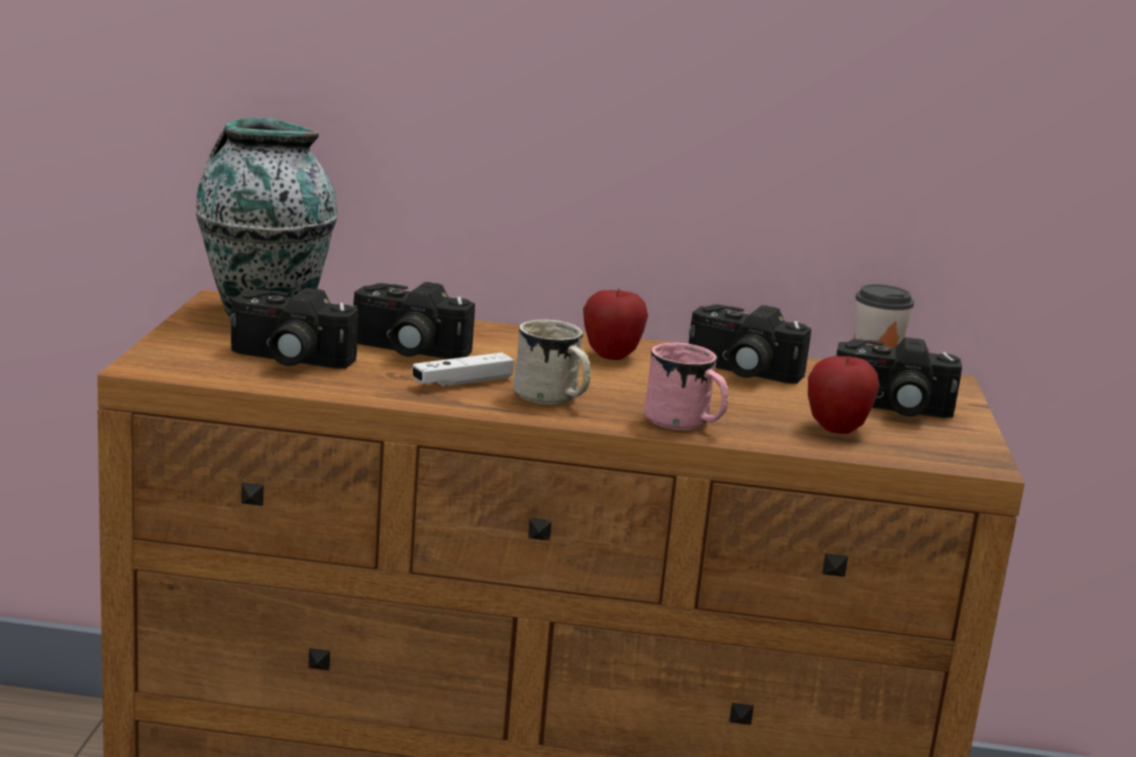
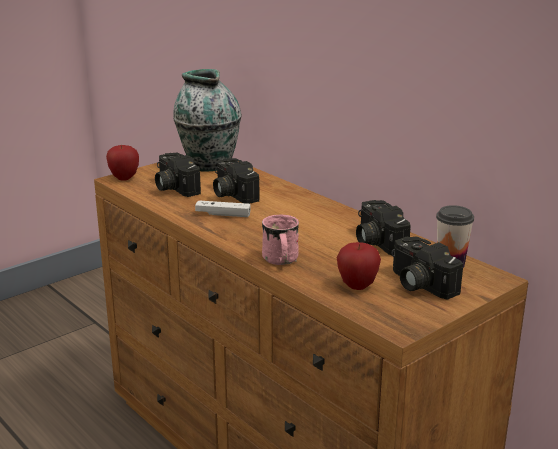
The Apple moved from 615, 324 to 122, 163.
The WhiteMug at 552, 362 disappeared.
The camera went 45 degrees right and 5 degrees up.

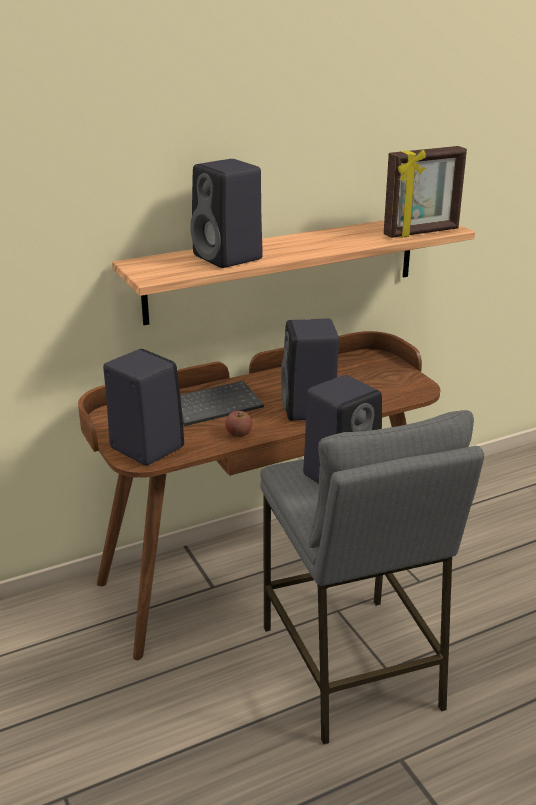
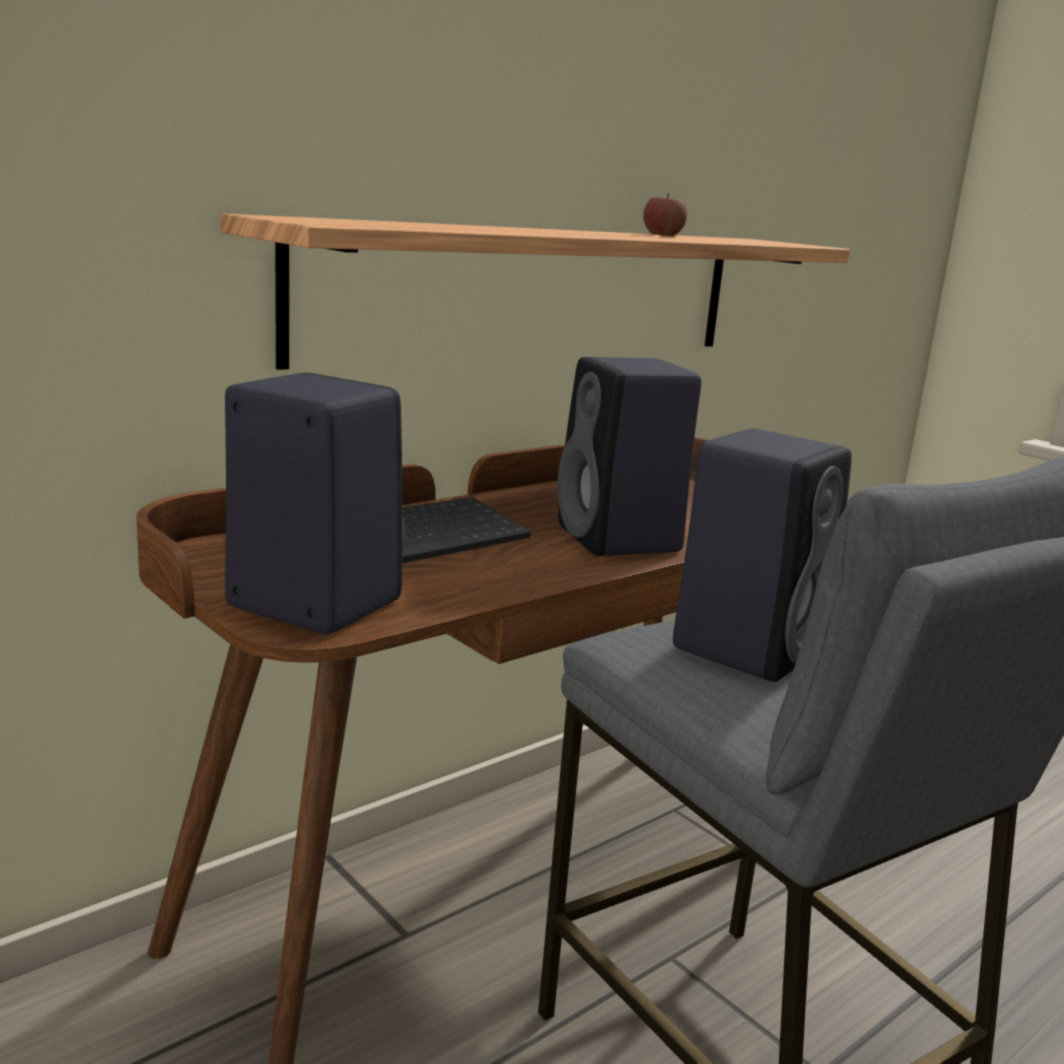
The PictureFrame at 425, 192 disappeared.
The BlackSpeaker at 226, 213 disappeared.
The Apple moved from 238, 424 to 665, 214.
The camera went 15 degrees left and 10 degrees down.

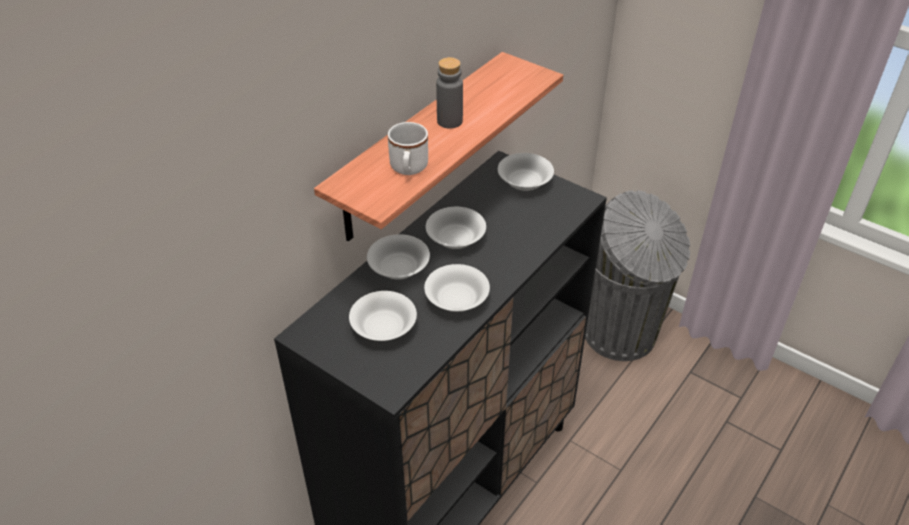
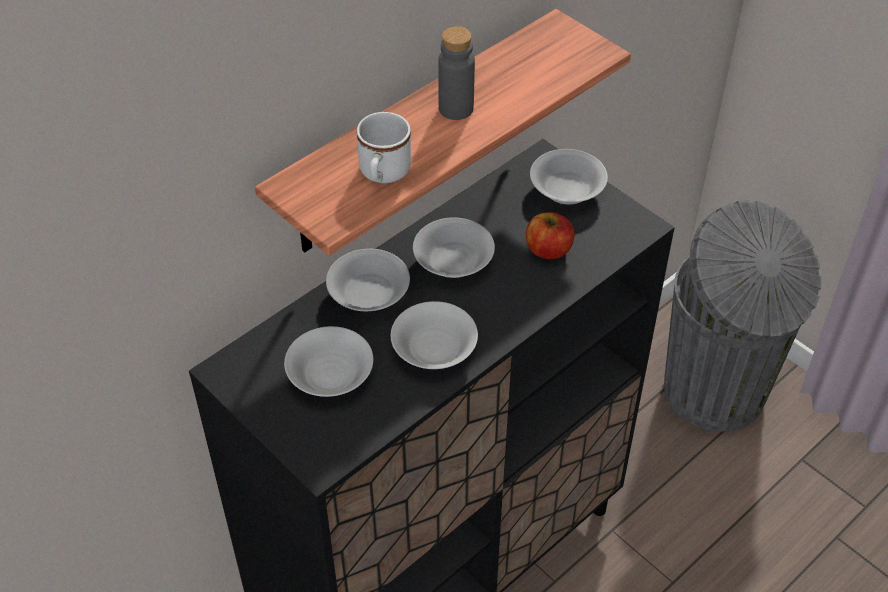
The Apple at 550, 235 appeared.
The camera went 10 degrees right and 5 degrees up.

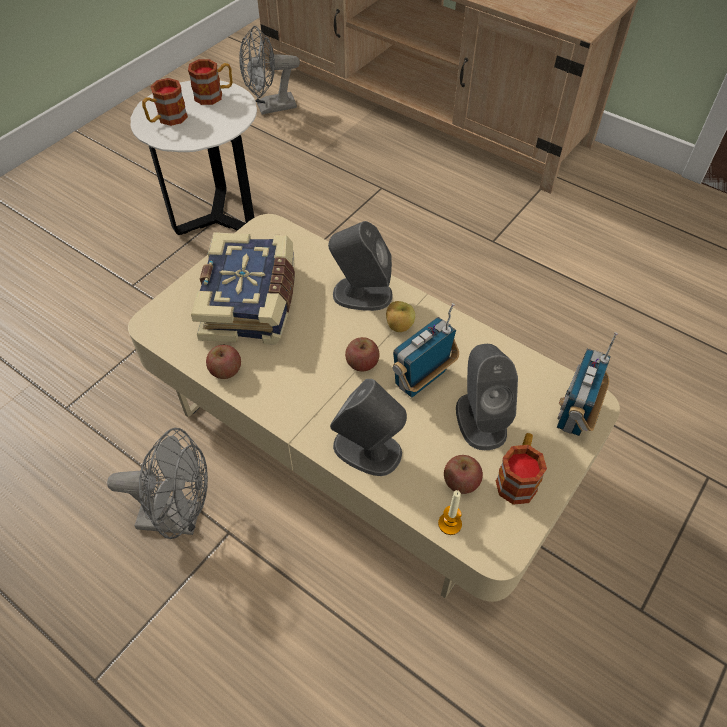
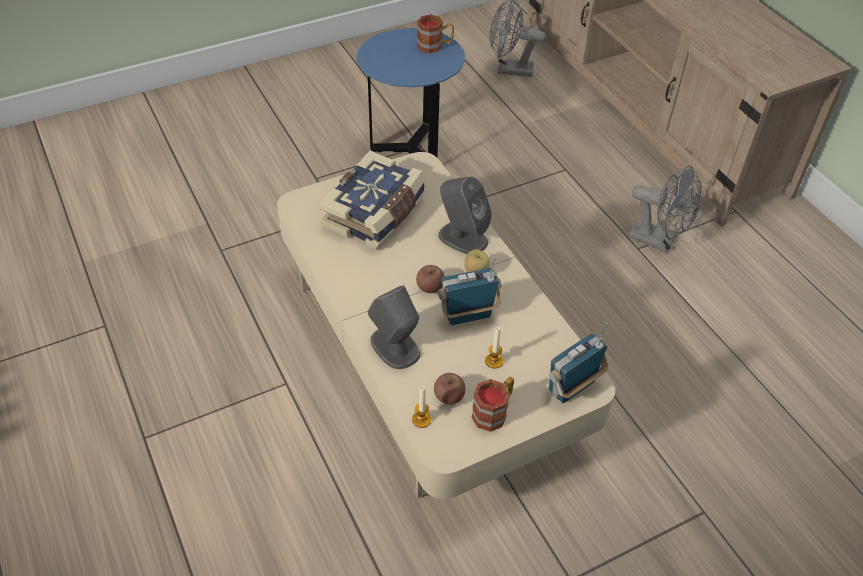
The Mug at 165, 102 disappeared.
The WhiteSideTable at 193, 158 became the BlueSideTable at 411, 92.
The GreySpeaker at 487, 397 was replaced by the Candle at 494, 348.
The Apple at 223, 362 disappeared.
The GreyFan moved from 157, 483 to 665, 209.
The camera went 25 degrees right and 5 degrees down.

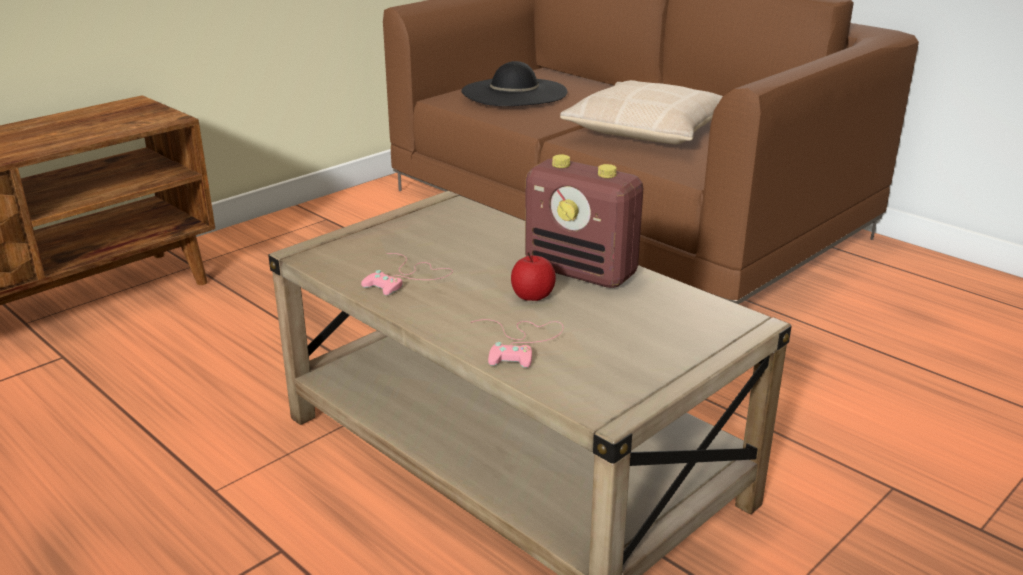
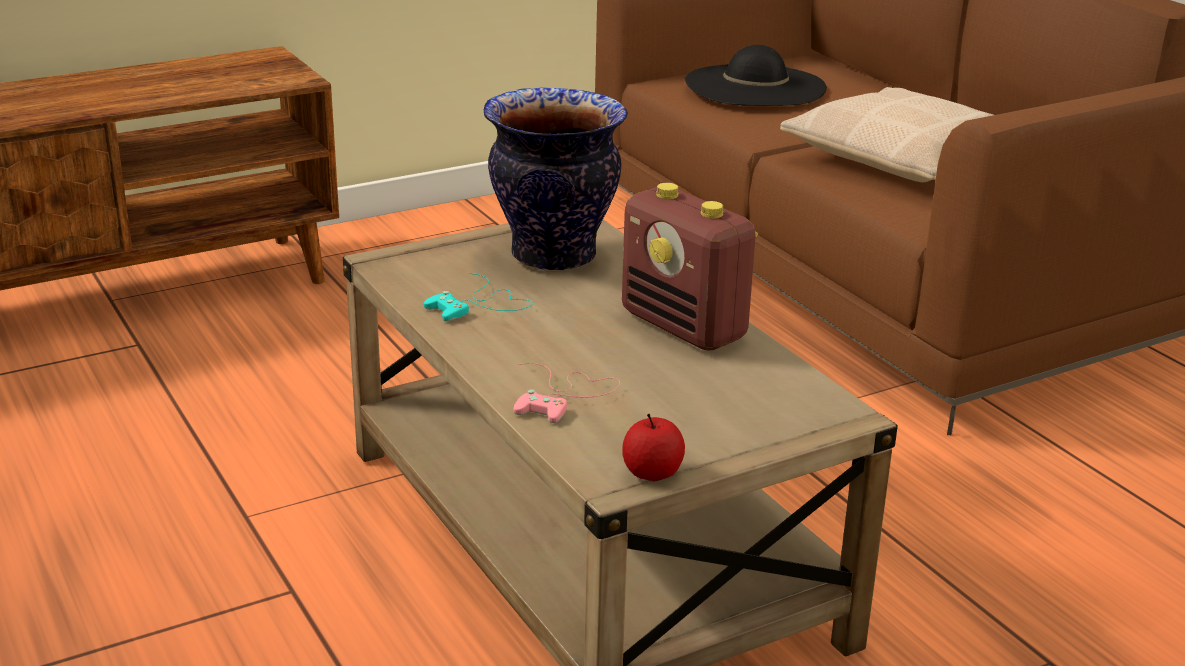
The Apple moved from 533, 276 to 653, 447.
The PinkGameController at 407, 274 became the TurquoiseGameController at 478, 297.
The Vase at 556, 179 appeared.
The camera went 15 degrees right and 0 degrees up.

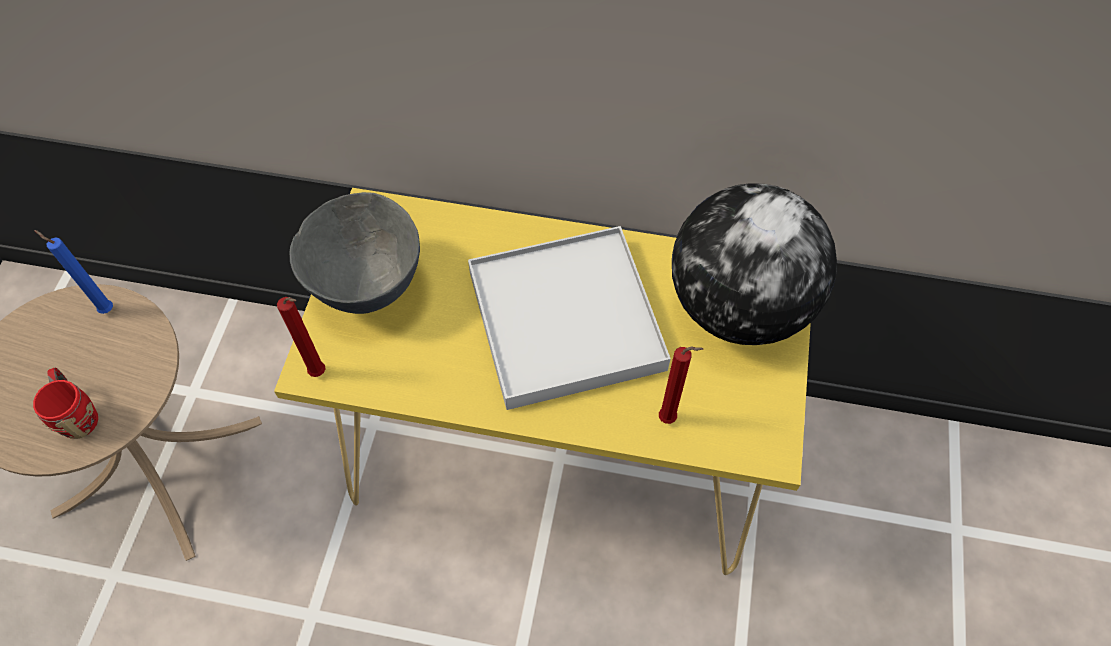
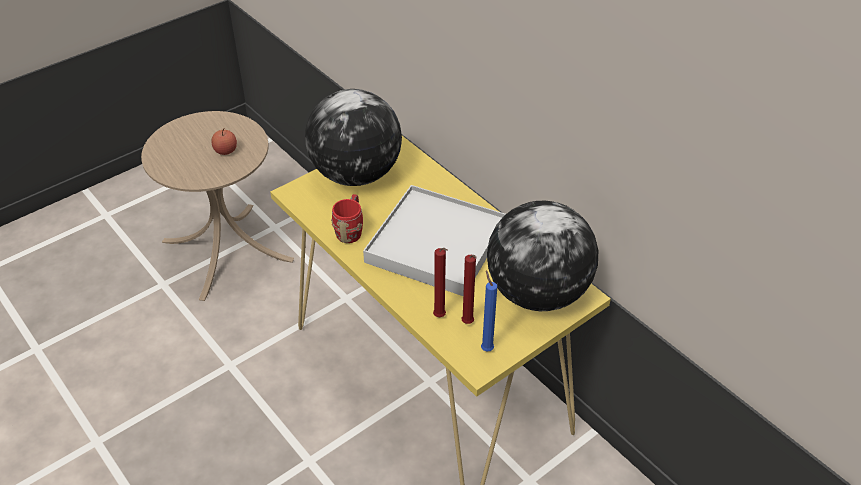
The GreyBowl at 355, 253 was replaced by the Globe at 353, 137.
The BlueCandle moved from 73, 272 to 489, 311.
The RedCandle moved from 301, 337 to 469, 289.
The RedMug moved from 65, 403 to 347, 218.
The Apple at 224, 141 appeared.
The camera went 40 degrees right and 15 degrees down.

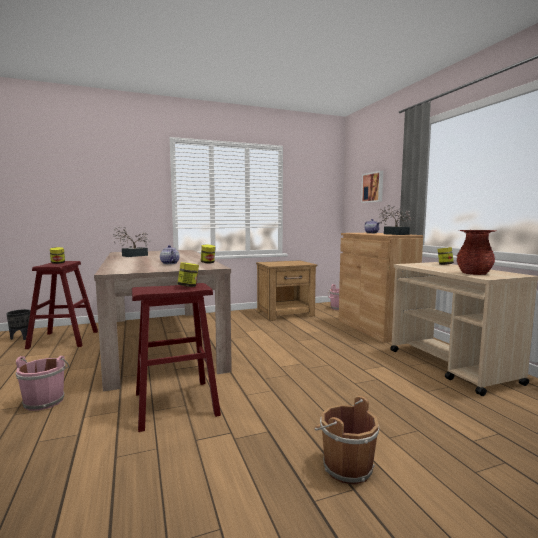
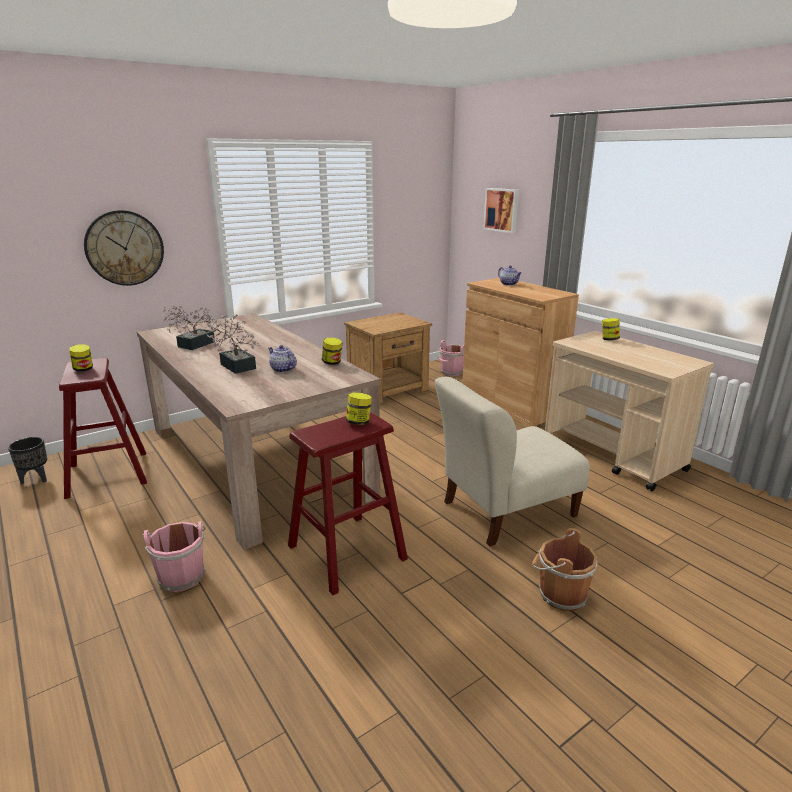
The PottedPlant moved from 396, 220 to 233, 344.
The RedVase at 476, 252 disappeared.
The WallClock at 124, 248 appeared.
The BeigeChair at 512, 461 appeared.
The camera went 15 degrees left and 15 degrees up.

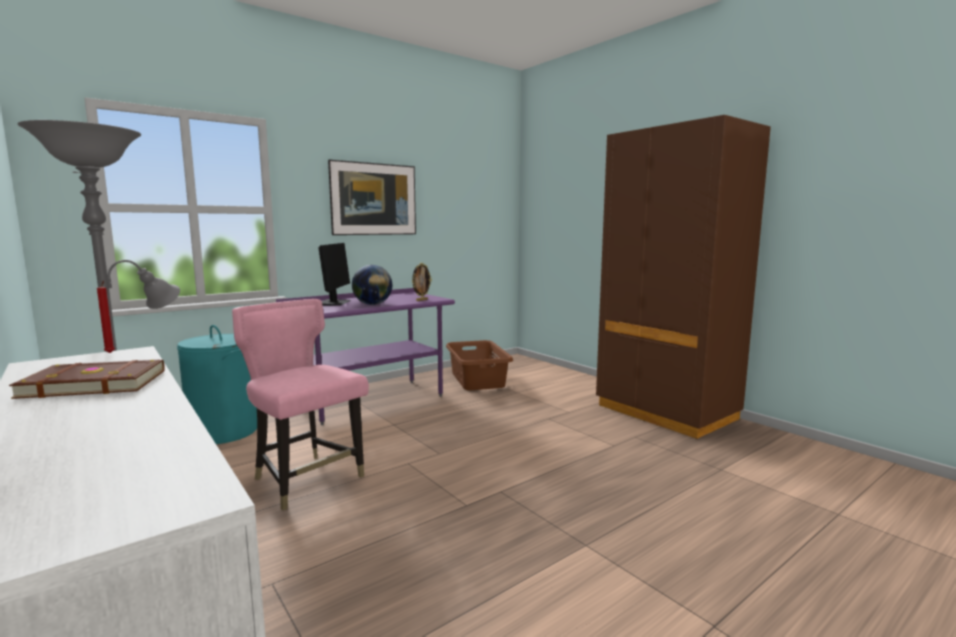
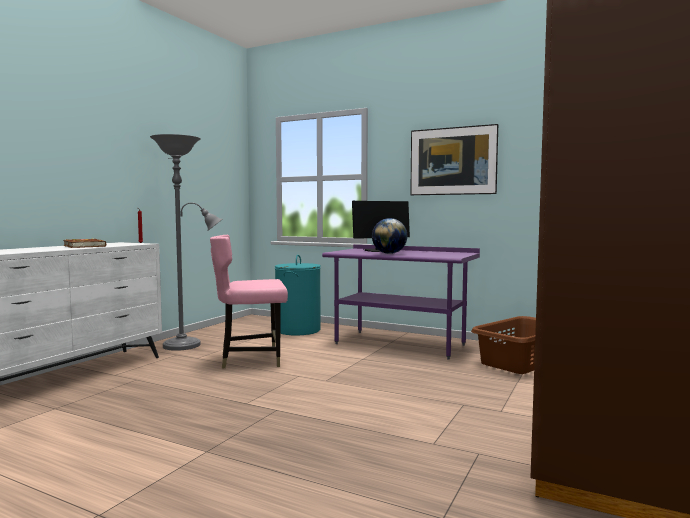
The PictureFrame at 422, 282 disappeared.
The PinkChair at 300, 404 turned 120 degrees counterclockwise.
The camera went 65 degrees right and 5 degrees down.

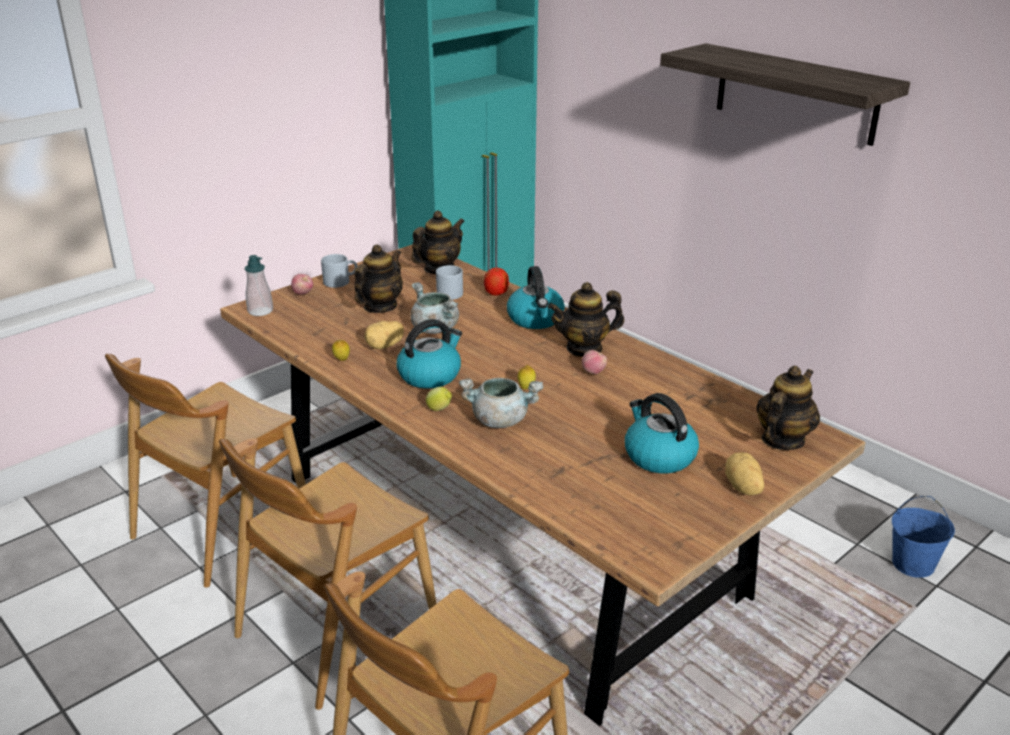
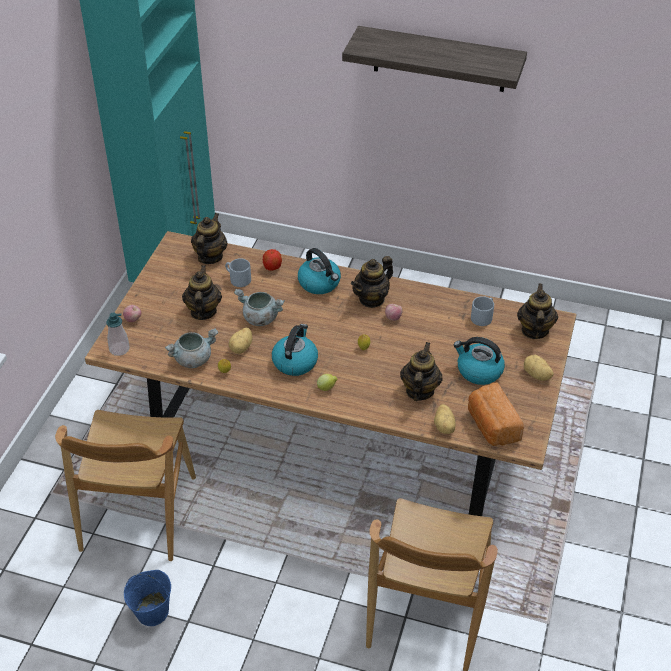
The GreyMug moved from 339, 271 to 482, 311.
The GreyCookingPot moved from 501, 403 to 191, 348.
The BrownChair at 327, 574 disappeared.
The BlueBucket moved from 923, 537 to 147, 598.
The Teapot at 421, 371 appeared.
The Bread at 496, 414 appeared.
The Potato at 444, 419 appeared.
The camera went 30 degrees left and 15 degrees up.

